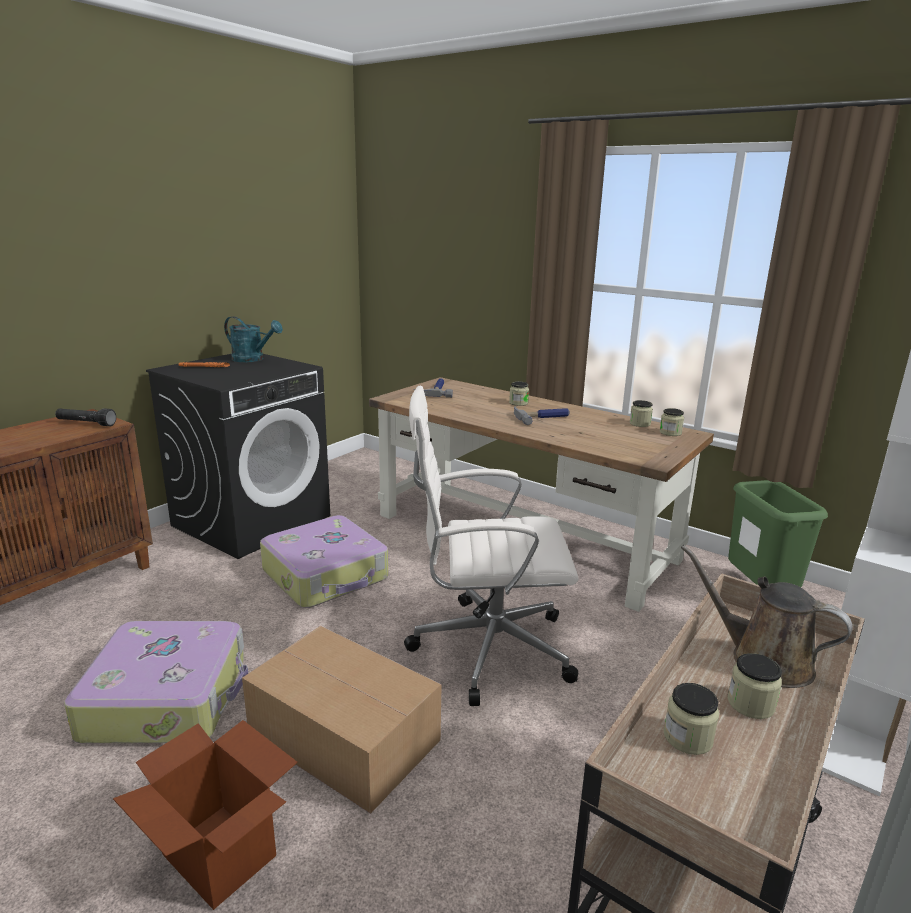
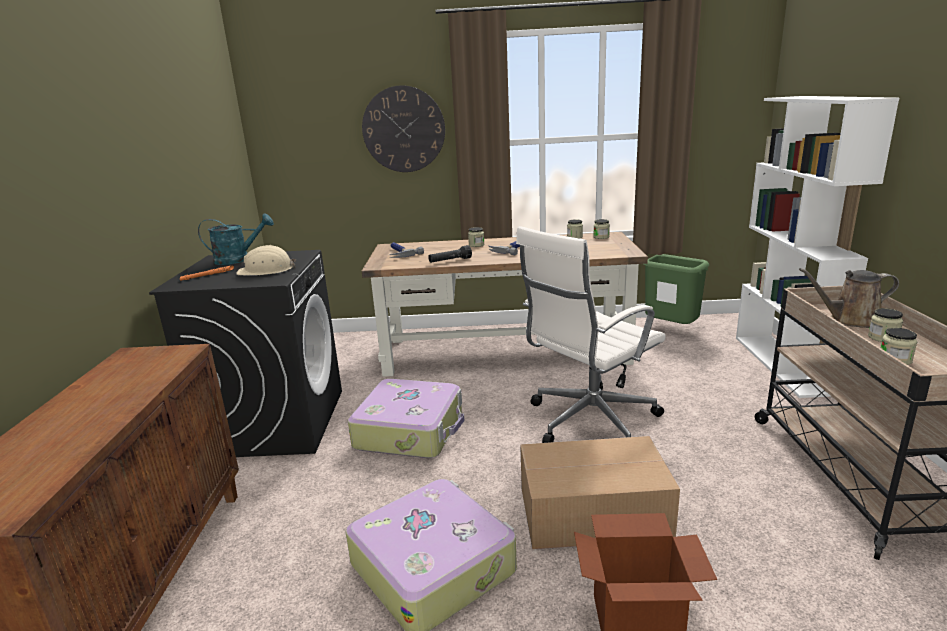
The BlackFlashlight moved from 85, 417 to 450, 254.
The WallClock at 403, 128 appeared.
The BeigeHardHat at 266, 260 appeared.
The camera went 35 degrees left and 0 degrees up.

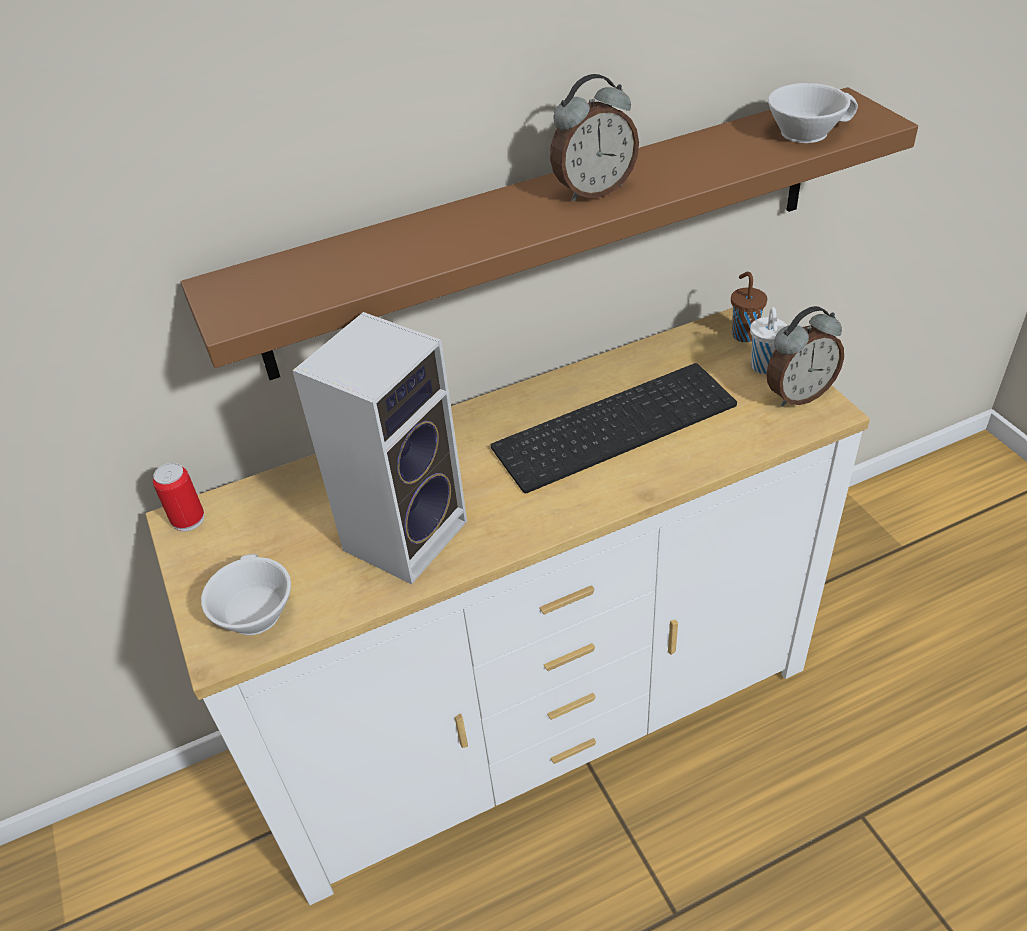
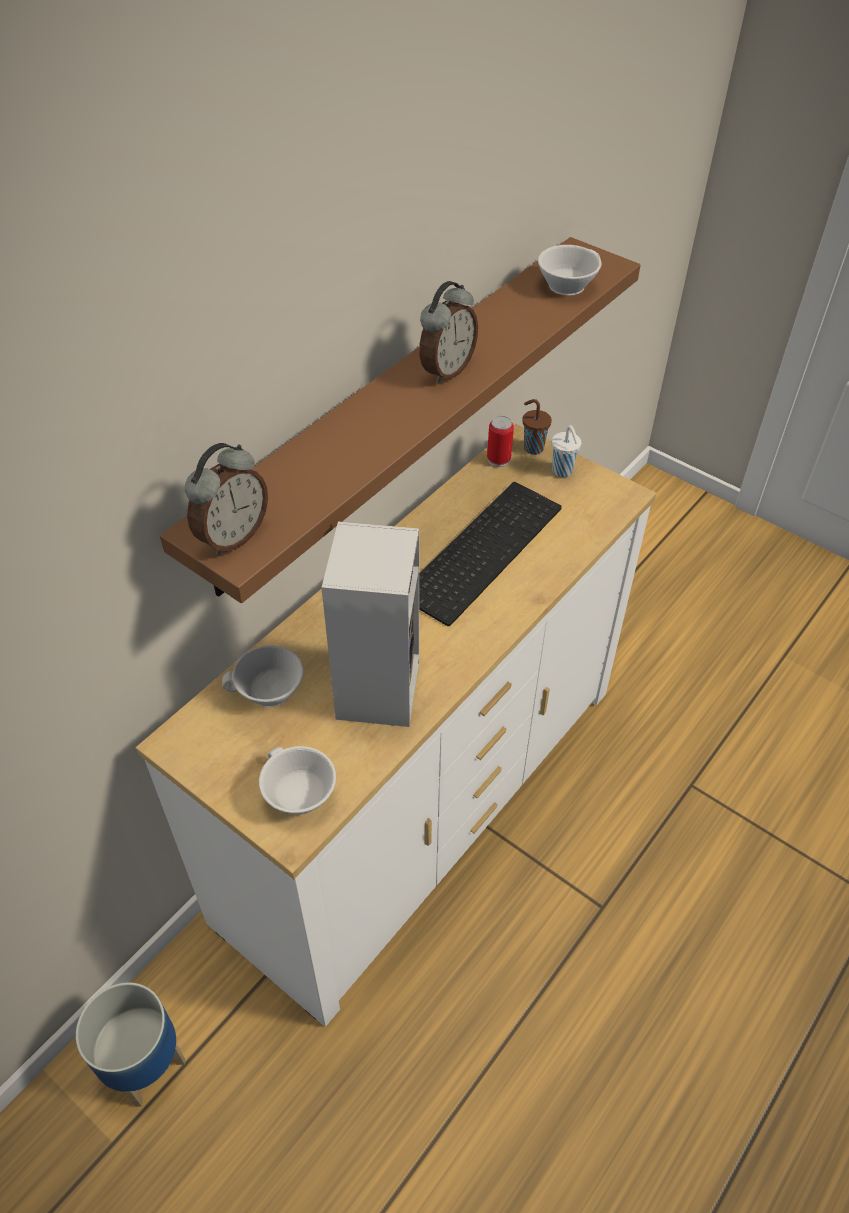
The AlarmClock moved from 805, 356 to 226, 499.
The Can moved from 178, 497 to 500, 441.
The WhiteCup at 263, 676 appeared.
The Planter at 130, 1044 appeared.
The camera went 30 degrees left and 5 degrees up.

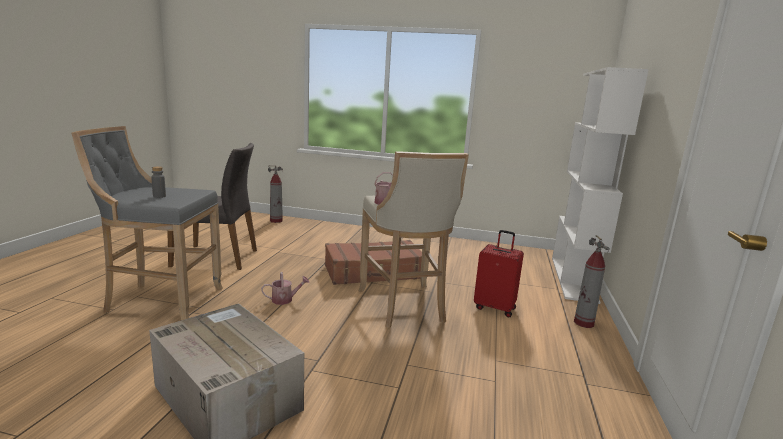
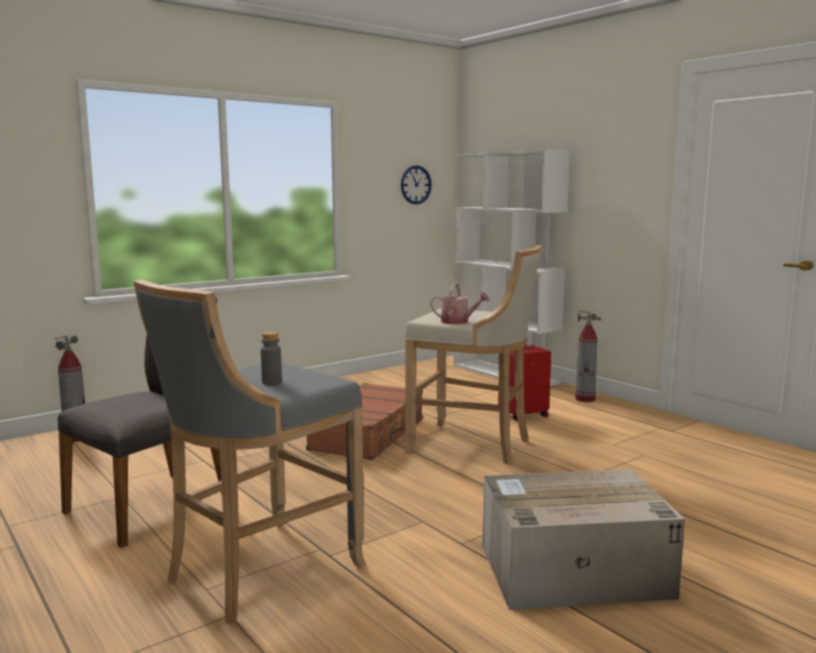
The WateringCan at 285, 288 disappeared.
The WallClock at 416, 185 appeared.
The camera went 50 degrees left and 5 degrees down.

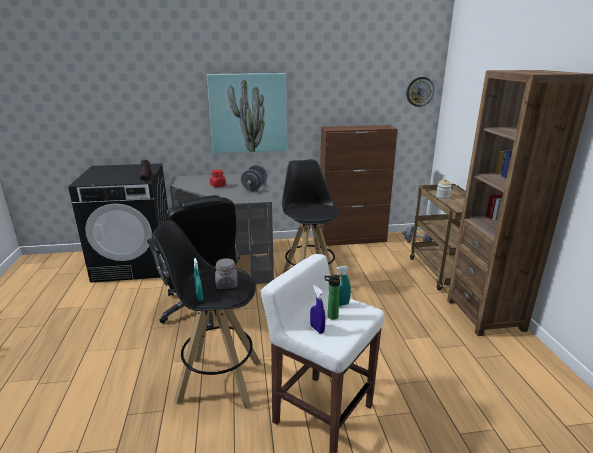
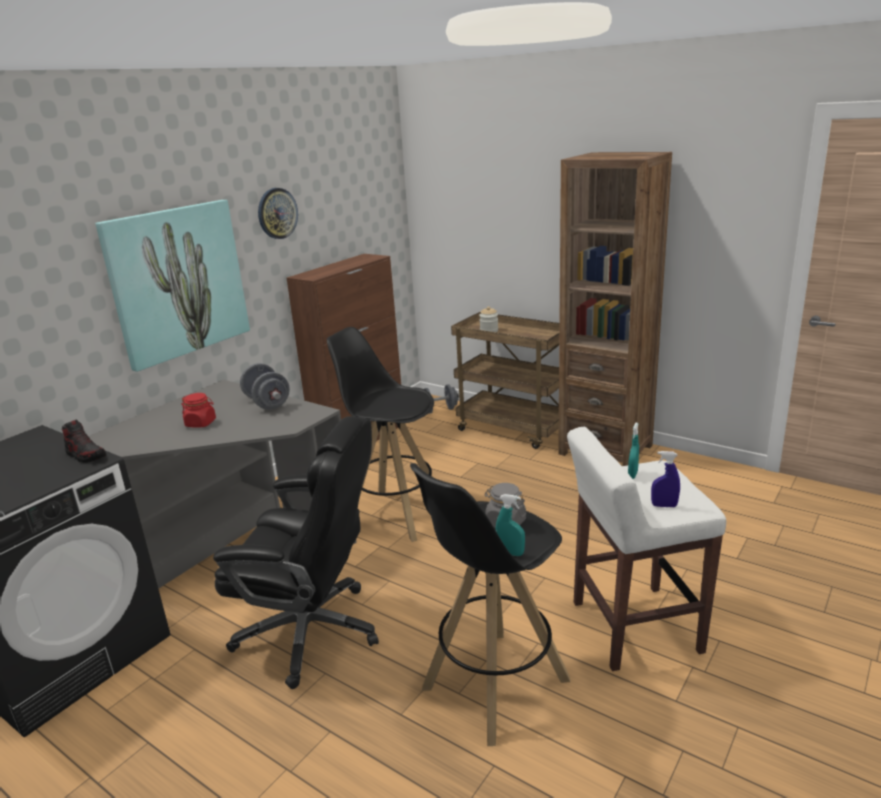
The WallClock moved from 420, 92 to 278, 213.
The Bottle at 332, 297 disappeared.
The camera went 45 degrees left and 0 degrees up.

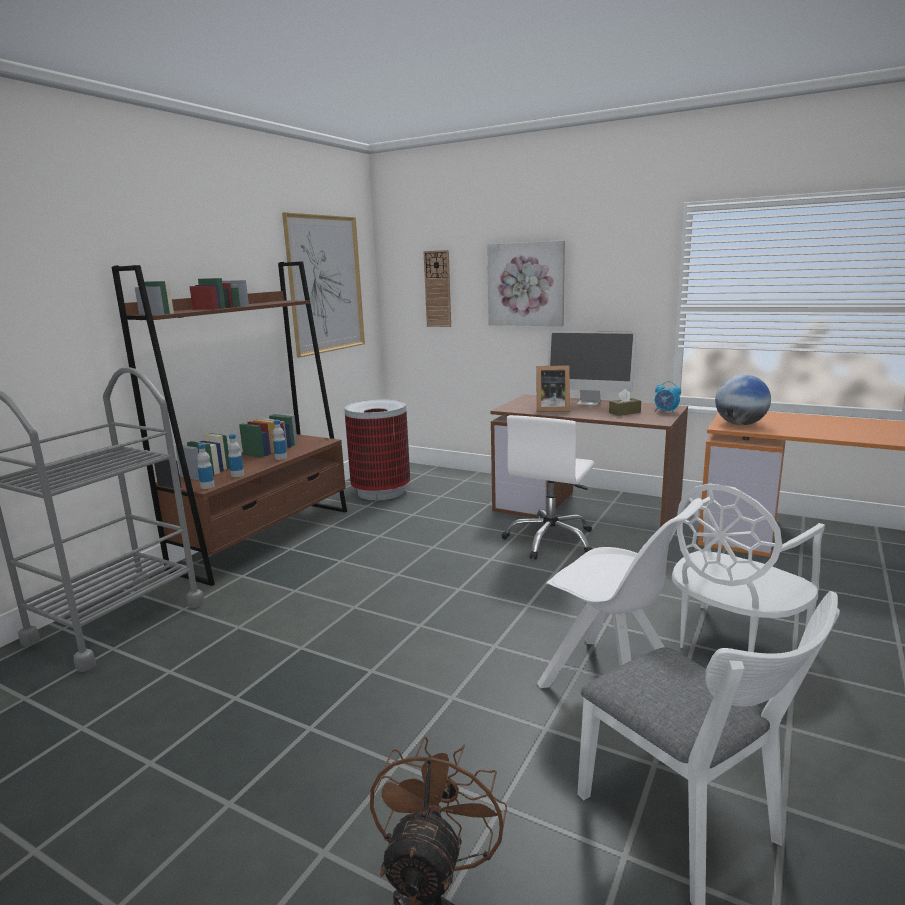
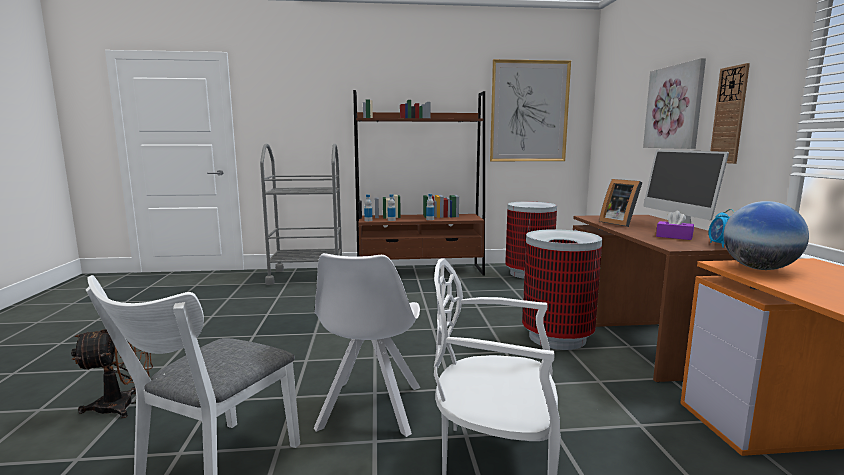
The WallClock moved from 437, 288 to 730, 113.
The BrownTissueBox at 625, 402 became the PurpleTissueBox at 675, 225.
The WhiteOfficeChair at 548, 487 was replaced by the TrashCan at 562, 289.
The camera went 55 degrees right and 5 degrees down.

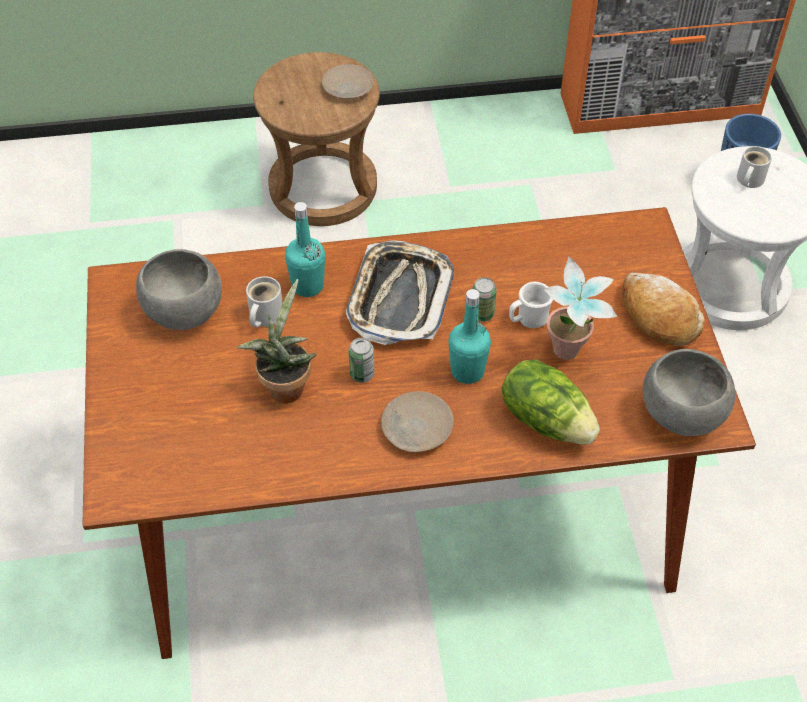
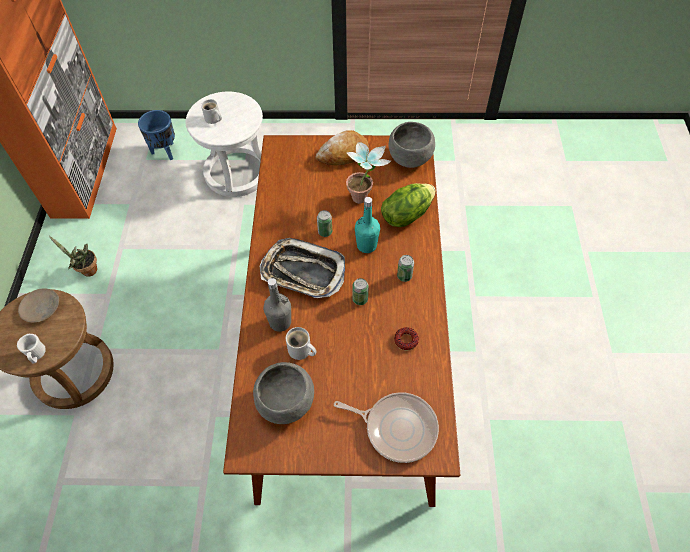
The TurquoiseBottle at 305, 249 became the GreyBottle at 277, 305.
The PottedPlant moved from 276, 341 to 73, 256.
The WhiteMug moved from 531, 305 to 31, 349.
The BeigePlate at 417, 421 was replaced by the Can at 405, 268.
The Donut at 406, 339 appeared.
The FryingPan at 386, 427 appeared.
The camera went 80 degrees left and 5 degrees up.

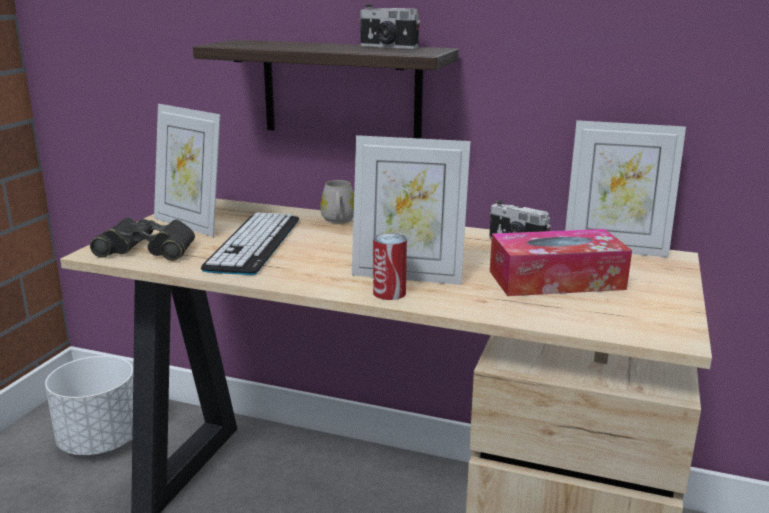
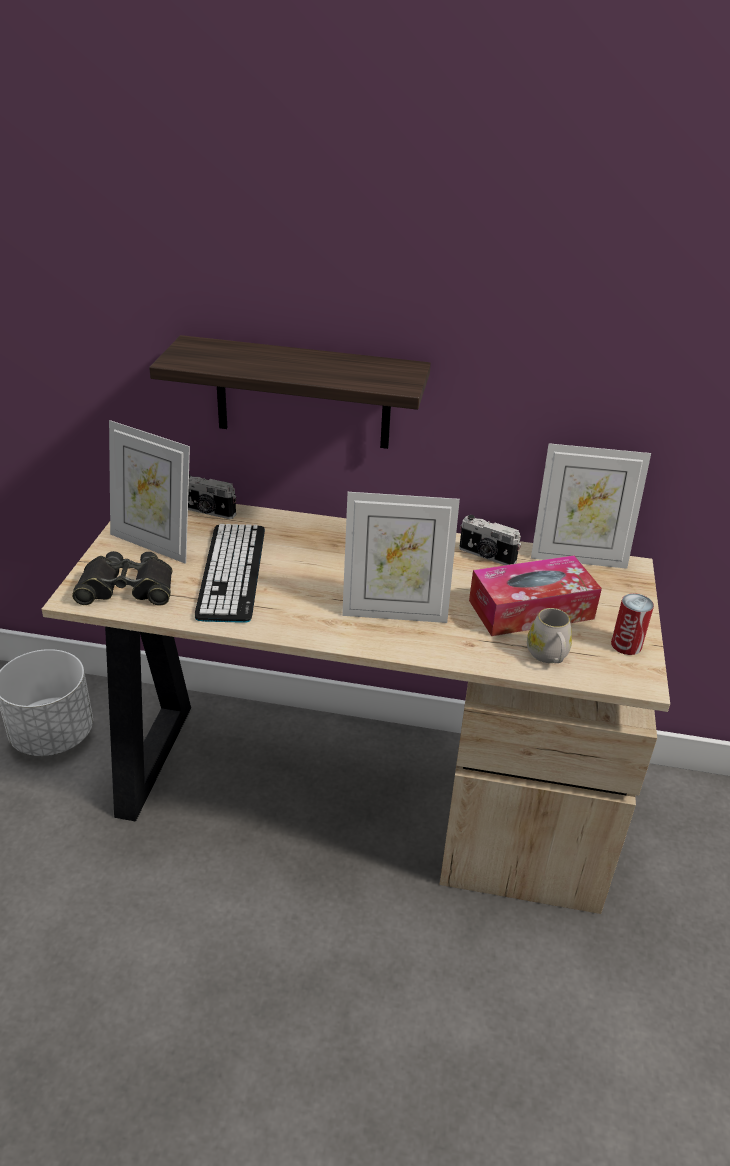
The PhotoCamera moved from 390, 26 to 212, 496.
The WhiteMug moved from 337, 201 to 549, 635.
The Can moved from 390, 266 to 632, 624.
The camera went 10 degrees left and 15 degrees up.

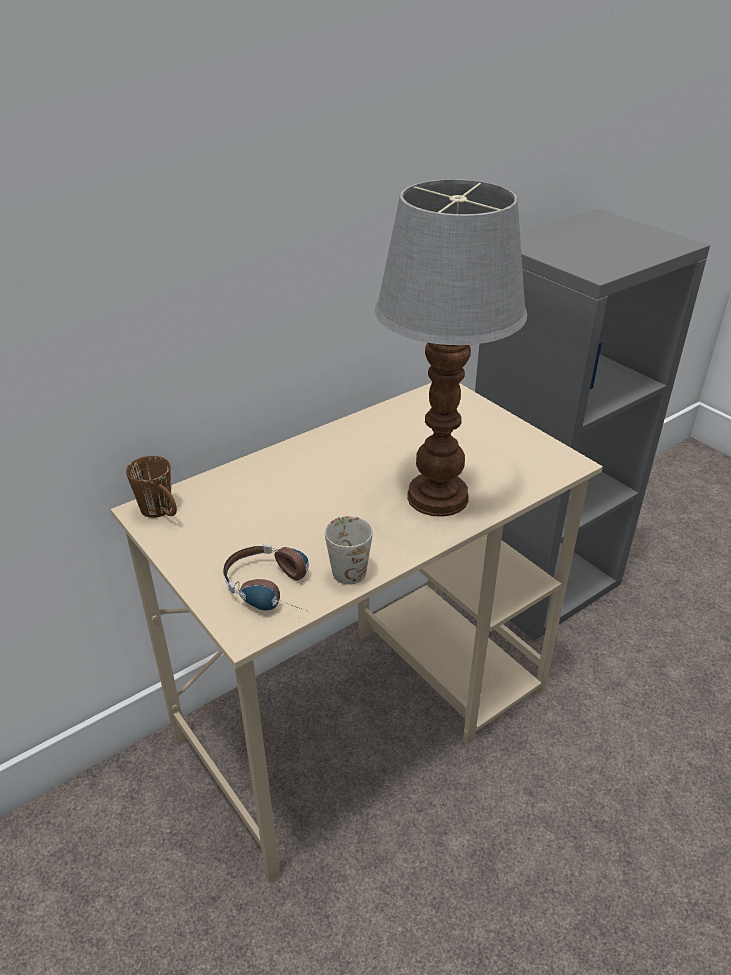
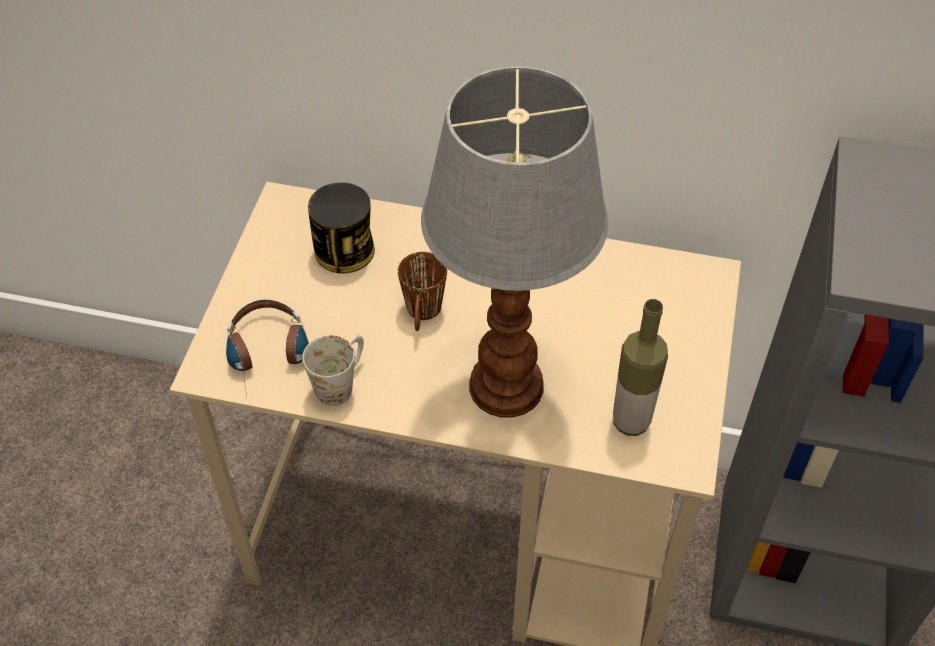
The BrownMug moved from 151, 487 to 422, 291.
The Can at 341, 227 appeared.
The Bottle at 640, 367 appeared.
The camera went 50 degrees right and 15 degrees up.

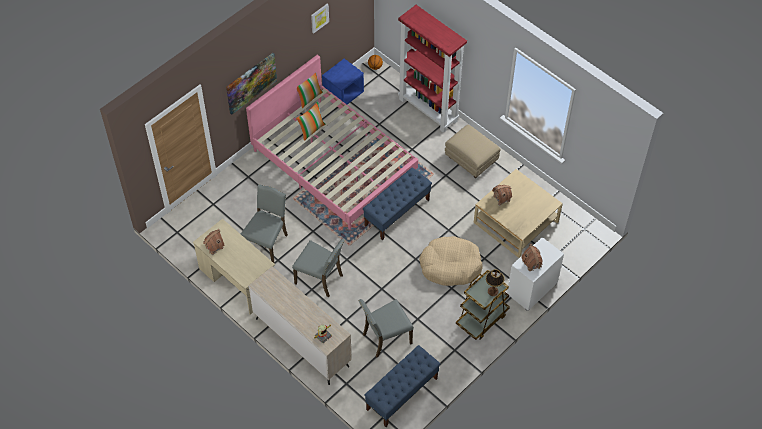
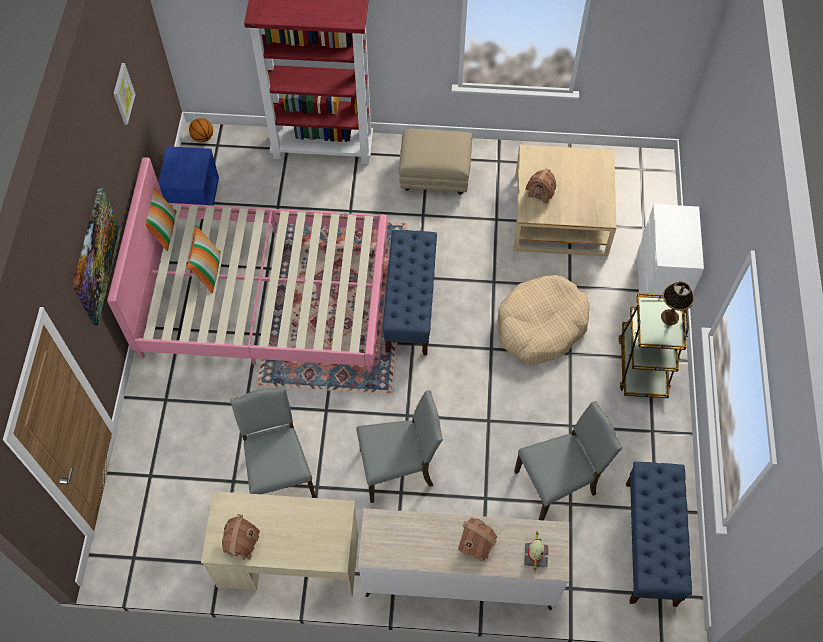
The ToyHouse moved from 531, 257 to 477, 540.
The GreyChair at 386, 328 turned 135 degrees counterclockwise.
The camera went 40 degrees left and 5 degrees up.

